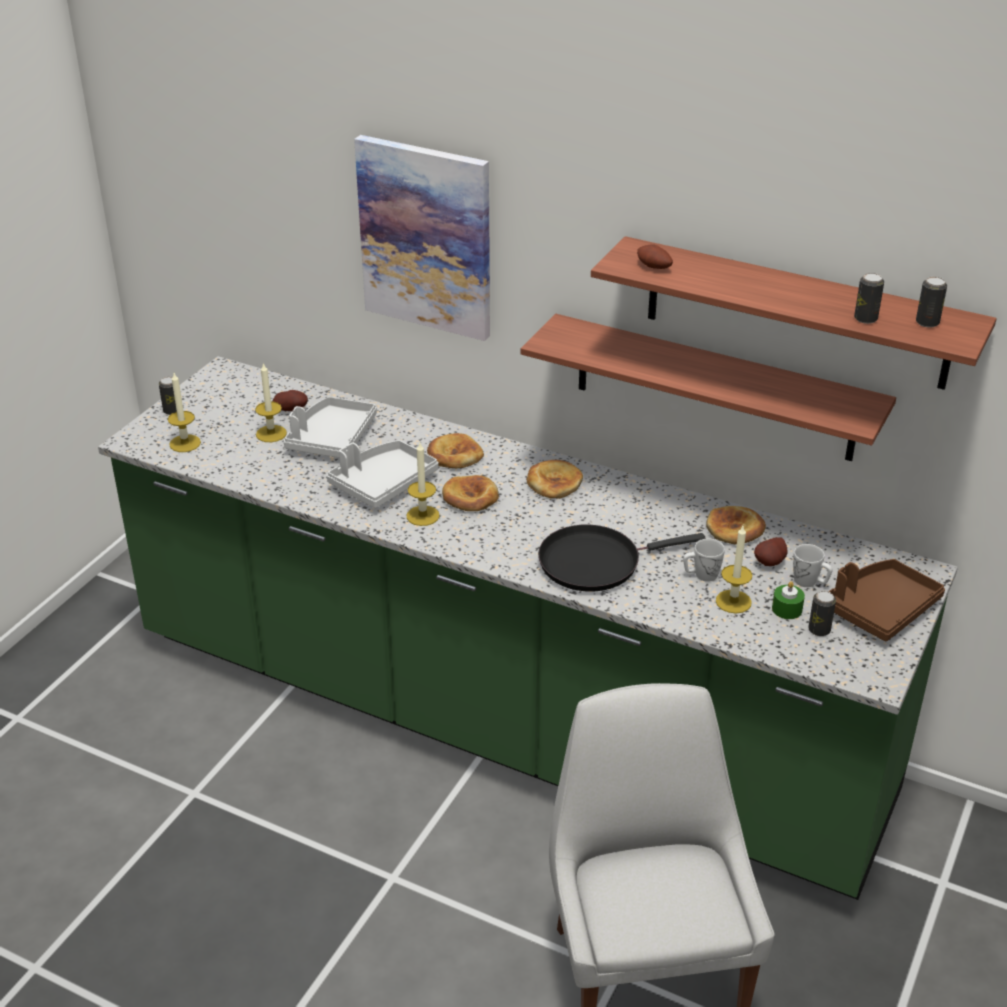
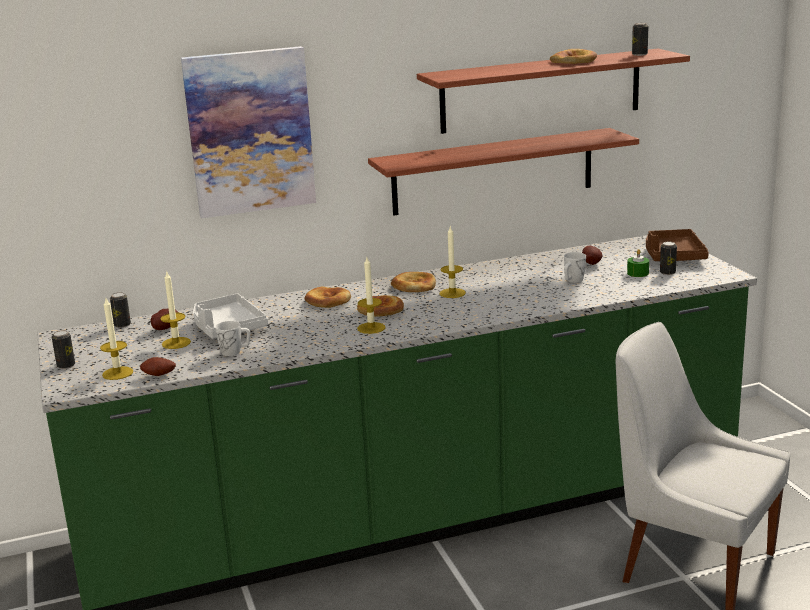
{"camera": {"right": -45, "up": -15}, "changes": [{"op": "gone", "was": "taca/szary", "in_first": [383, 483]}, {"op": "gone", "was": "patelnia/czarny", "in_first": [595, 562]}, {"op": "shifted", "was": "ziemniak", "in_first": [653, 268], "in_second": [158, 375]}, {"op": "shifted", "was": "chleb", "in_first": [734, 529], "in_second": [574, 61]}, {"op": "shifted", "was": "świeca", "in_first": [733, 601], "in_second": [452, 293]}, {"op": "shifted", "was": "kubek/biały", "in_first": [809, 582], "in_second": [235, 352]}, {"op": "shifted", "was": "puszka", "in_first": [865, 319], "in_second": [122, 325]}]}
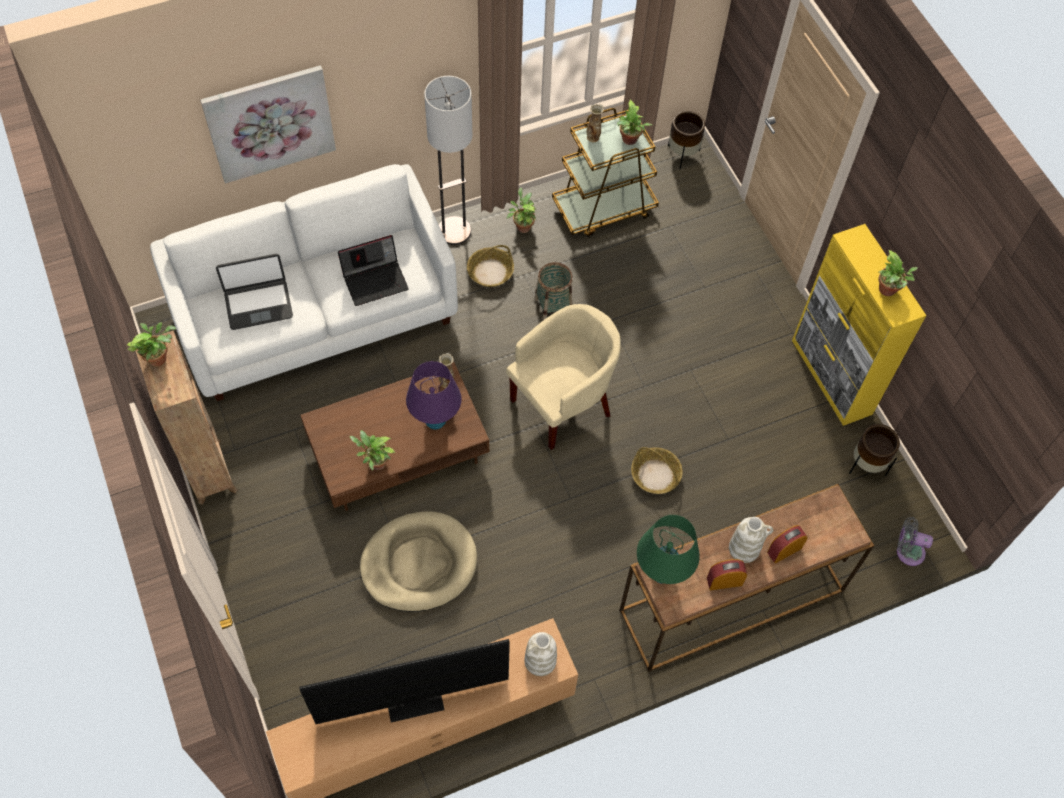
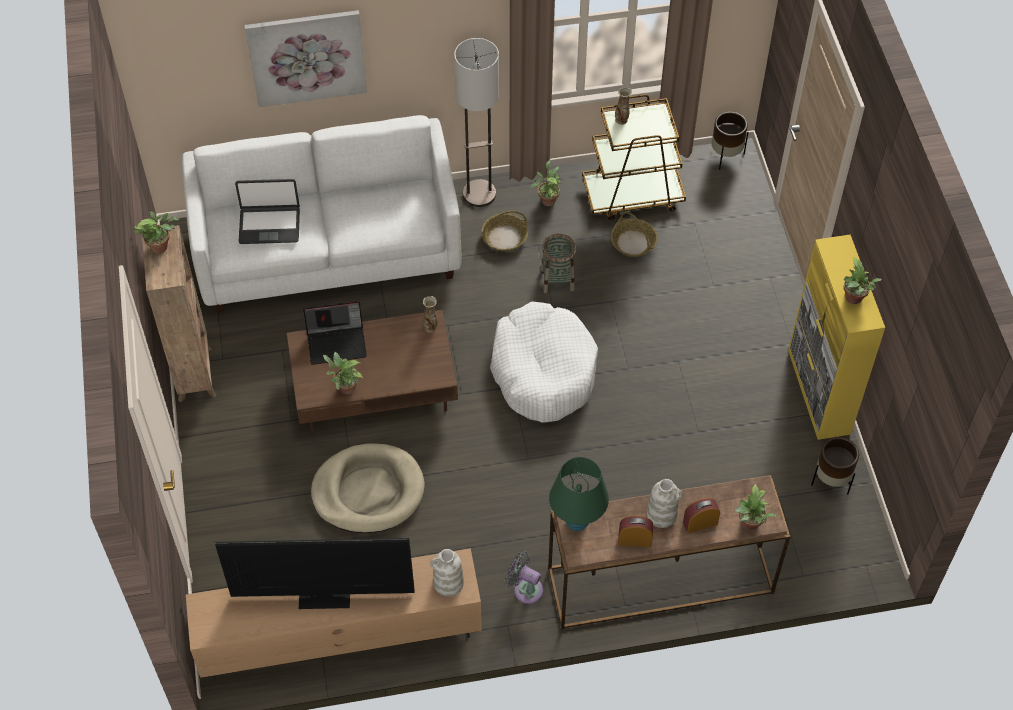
{"camera": {"right": 15, "up": -5}, "changes": [{"op": "shifted", "was": "laptop", "in_first": [375, 280], "in_second": [337, 342]}, {"op": "gone", "was": "lampa stołowa/fioletowy", "in_first": [435, 421]}, {"op": "swapped", "was": "fotel/beżowy", "now": "legowisko/biały", "in_first": [562, 403], "in_second": [543, 371]}, {"op": "shifted", "was": "roślina doniczkowa", "in_first": [629, 141], "in_second": [750, 525]}, {"op": "shifted", "was": "koszyk", "in_first": [656, 475], "in_second": [633, 243]}, {"op": "shifted", "was": "wentylator/szary", "in_first": [907, 551], "in_second": [525, 589]}]}
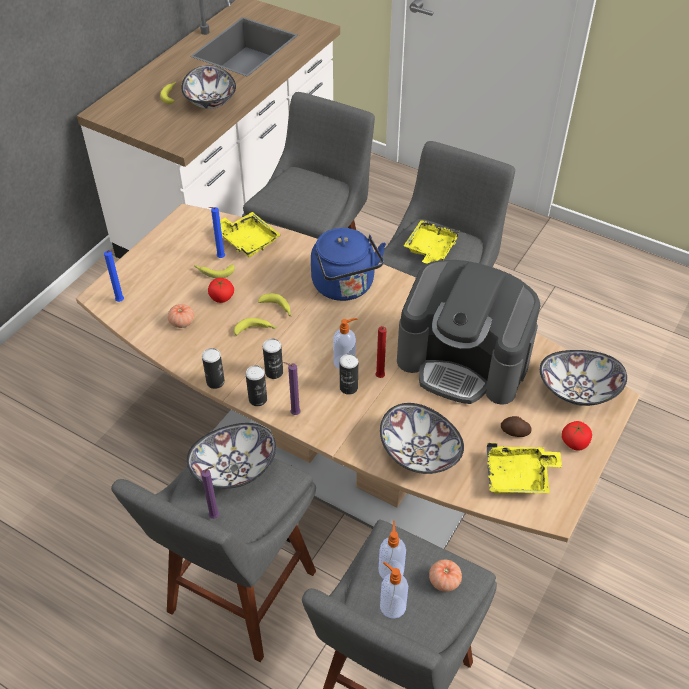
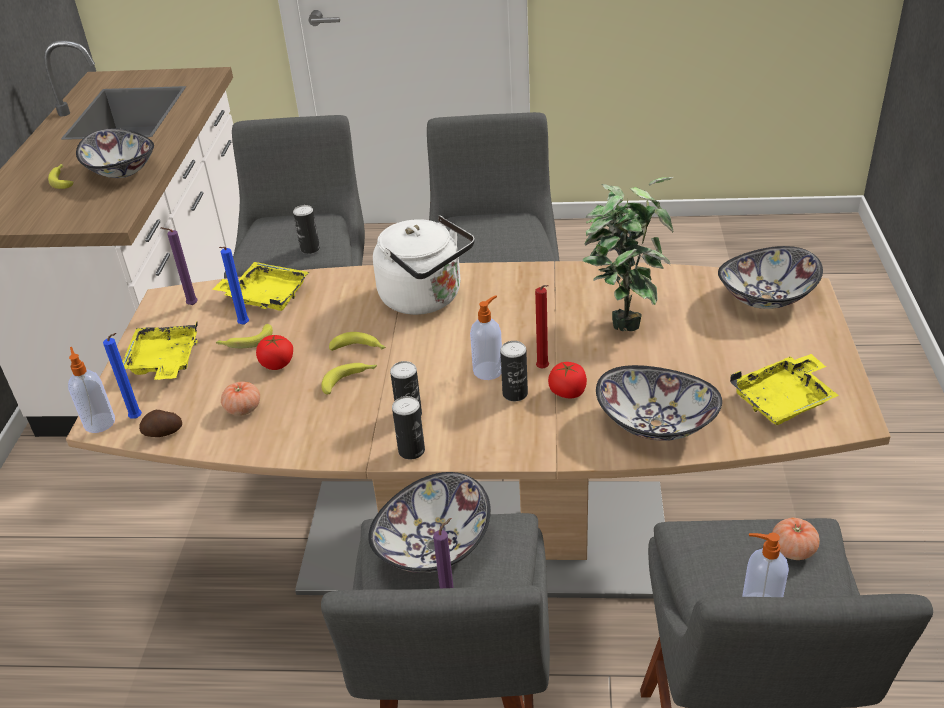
{"camera": {"right": -25, "up": -10}, "changes": [{"op": "shifted", "was": "puszka", "in_first": [215, 382], "in_second": [310, 249]}, {"op": "shifted", "was": "świeca/fioletowy", "in_first": [293, 413], "in_second": [191, 306]}, {"op": "repainted", "was": "czajnik/niebieski", "now": "czajnik/biały", "in_first": [345, 287], "in_second": [426, 298]}, {"op": "shifted", "was": "dozownik mydła", "in_first": [391, 569], "in_second": [99, 422]}, {"op": "swapped", "was": "ekspres do kawy", "now": "roślina doniczkowa", "in_first": [464, 361], "in_second": [623, 317]}, {"op": "shifted", "was": "taca/żółty", "in_first": [430, 249], "in_second": [164, 362]}, {"op": "shifted", "was": "ziemniak", "in_first": [514, 432], "in_second": [163, 433]}, {"op": "shifted", "was": "pomidor", "in_first": [574, 442], "in_second": [567, 392]}]}
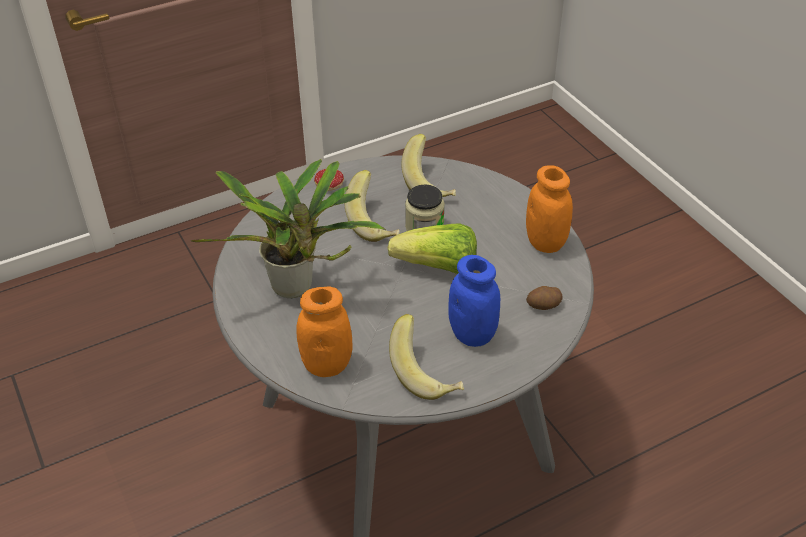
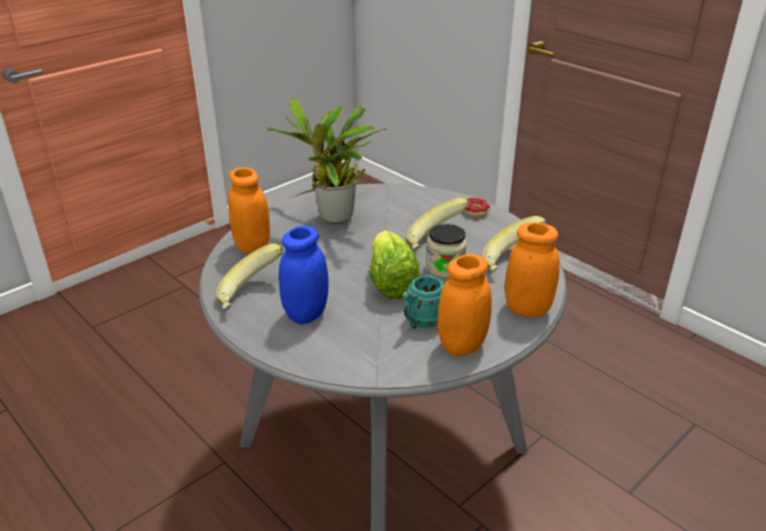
{"camera": {"right": 75, "up": -10}, "changes": [{"op": "gone", "was": "ziemniak", "in_first": [544, 306]}, {"op": "new", "now": "kubek/turkusowy", "in_second": [421, 322]}, {"op": "new", "now": "słoik/pomarańczowy", "in_second": [527, 309]}]}
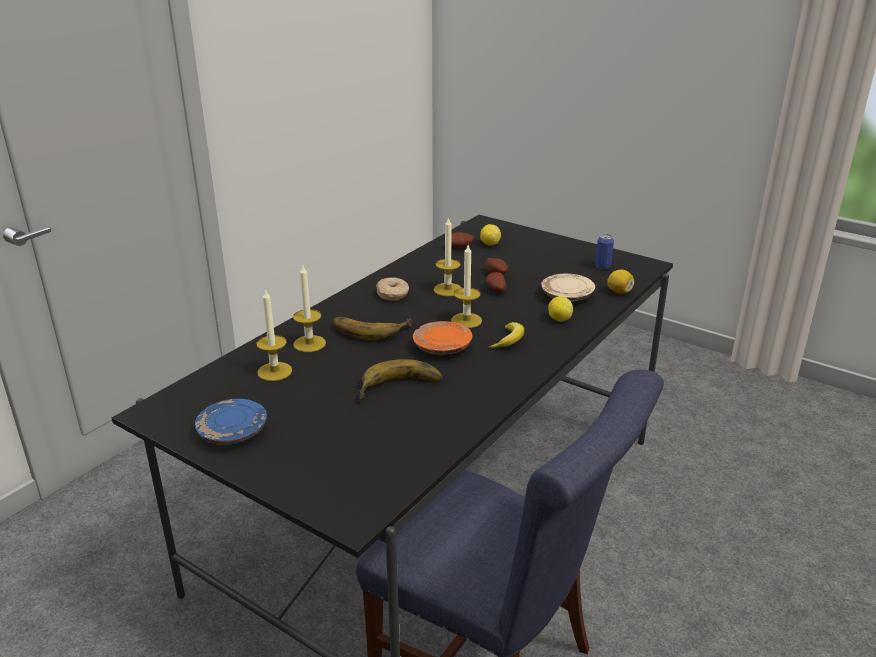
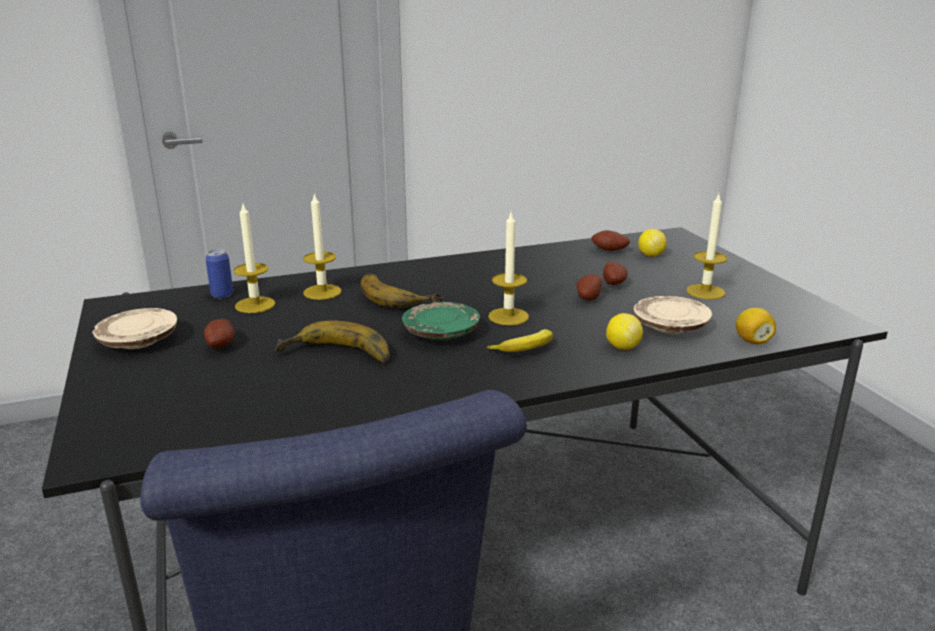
{"camera": {"right": 35, "up": -5}, "changes": [{"op": "repainted", "was": "talerz/niebieski", "now": "talerz/beżowy", "in_first": [233, 432], "in_second": [138, 341]}, {"op": "gone", "was": "donut", "in_first": [393, 294]}, {"op": "repainted", "was": "talerz/pomarańczowy", "now": "talerz/zielony", "in_first": [442, 347], "in_second": [440, 333]}, {"op": "shifted", "was": "świeca", "in_first": [447, 289], "in_second": [705, 292]}, {"op": "shifted", "was": "puszka", "in_first": [602, 266], "in_second": [222, 295]}, {"op": "new", "now": "ziemniak", "in_second": [222, 345]}]}
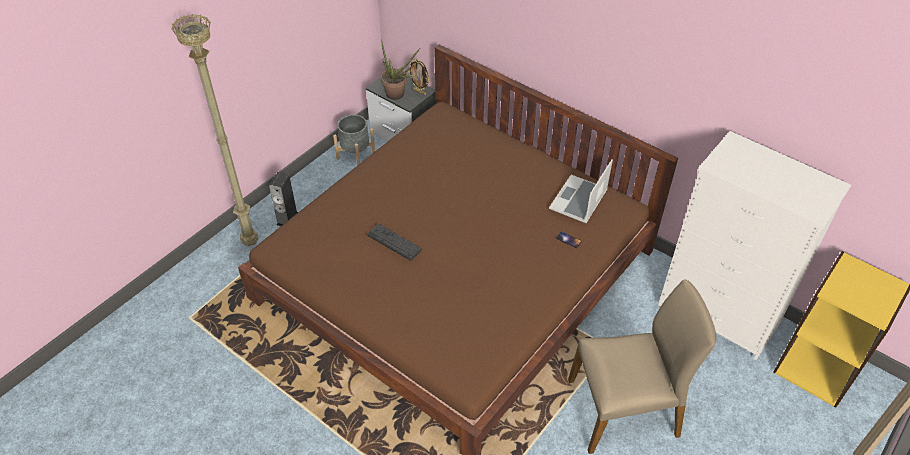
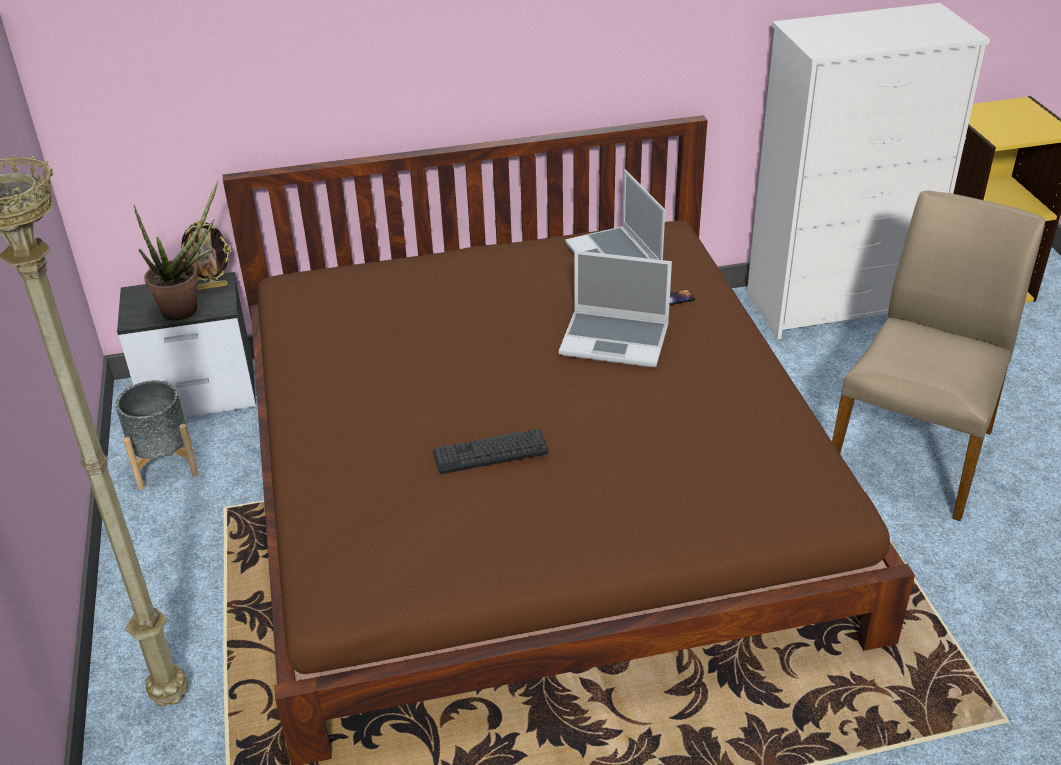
{"camera": {"right": -50, "up": -10}, "changes": [{"op": "gone", "was": "głośnik", "in_first": [287, 218]}, {"op": "new", "now": "laptop", "in_second": [616, 340]}]}
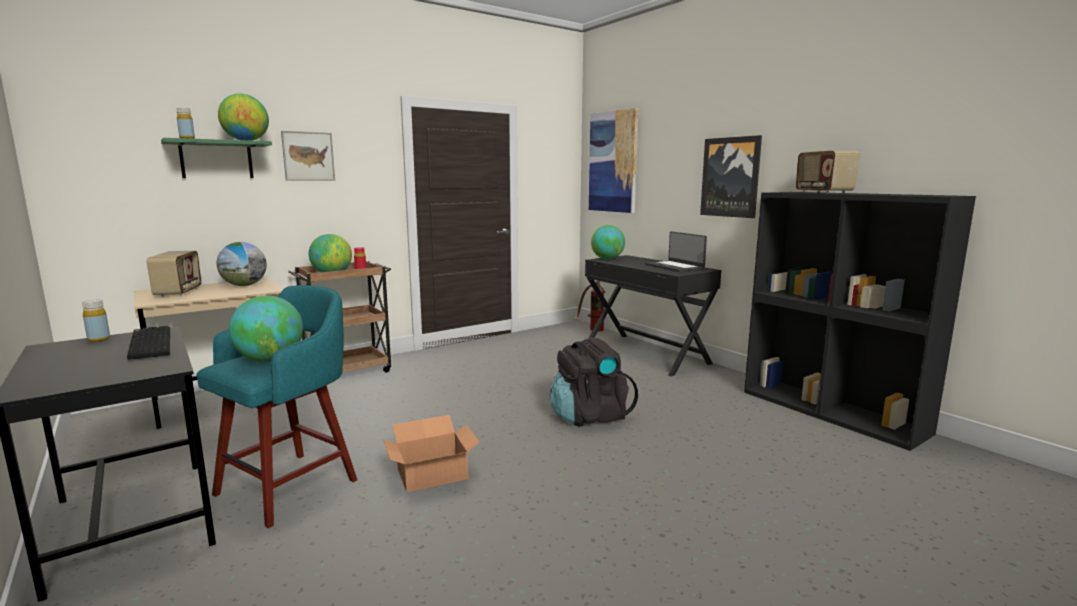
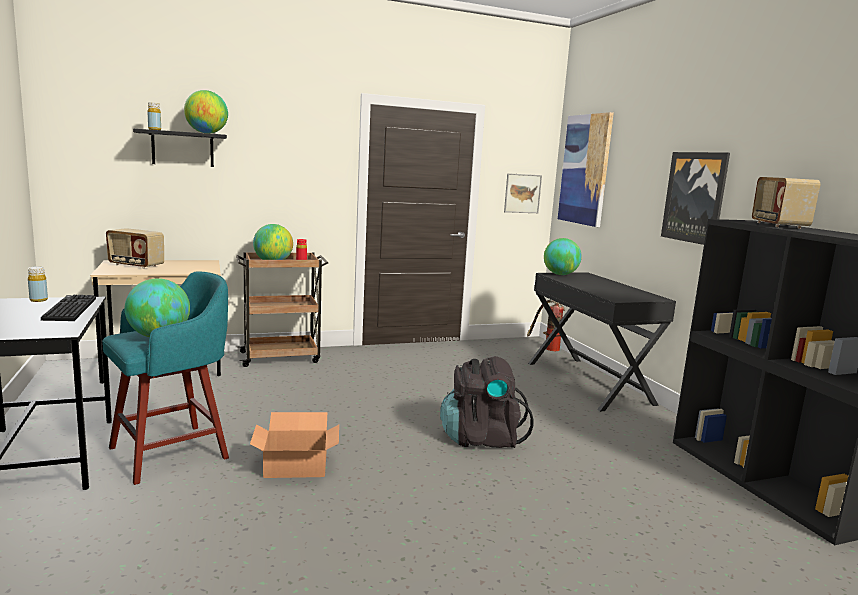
{"camera": {"right": 15, "up": 0}, "changes": [{"op": "rotated", "was": "radio", "in_first": [179, 292], "in_second": [135, 265], "clockwise": 105}, {"op": "repainted", "was": "półka/zielony", "now": "półka/czarny", "in_first": [216, 160], "in_second": [183, 149]}, {"op": "gone", "was": "globus", "in_first": [244, 285]}, {"op": "shifted", "was": "obraz", "in_first": [308, 156], "in_second": [522, 193]}, {"op": "gone", "was": "laptop", "in_first": [674, 266]}]}
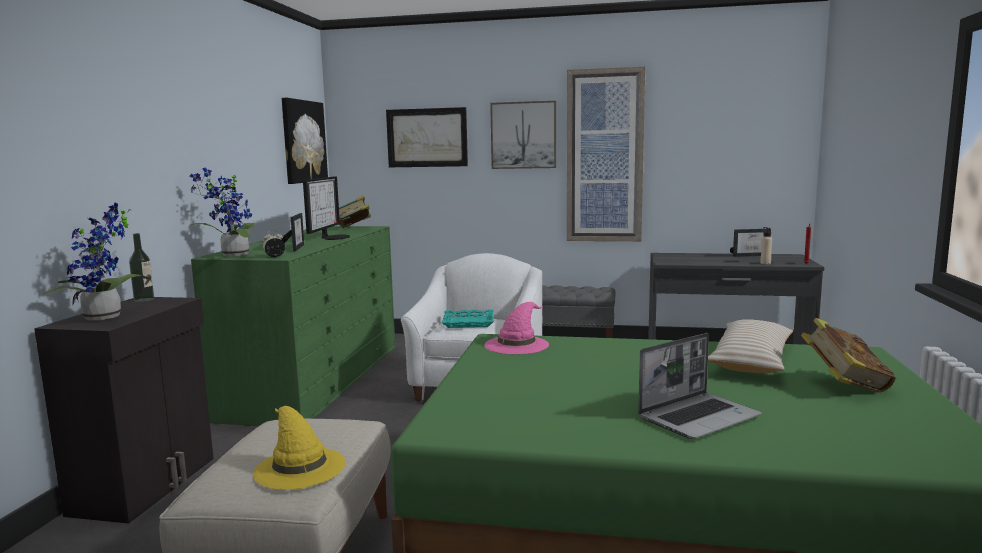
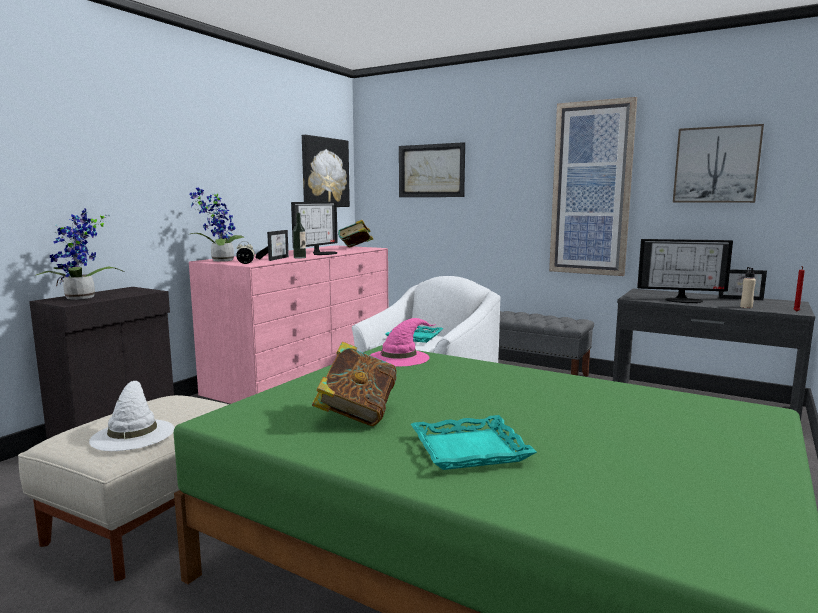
{"camera": {"right": 20, "up": 0}, "changes": [{"op": "shifted", "was": "butelka", "in_first": [144, 300], "in_second": [299, 257]}, {"op": "repainted", "was": "komoda/zielony", "now": "komoda/różowy", "in_first": [316, 379], "in_second": [304, 373]}, {"op": "repainted", "was": "kapelusz/żółty", "now": "kapelusz/biały", "in_first": [298, 467], "in_second": [132, 434]}, {"op": "shifted", "was": "obraz", "in_first": [523, 135], "in_second": [716, 165]}, {"op": "swapped", "was": "laptop", "now": "taca/turkusowy", "in_first": [699, 417], "in_second": [469, 449]}, {"op": "gone", "was": "poduszka/beżowy", "in_first": [751, 360]}, {"op": "shifted", "was": "książka", "in_first": [844, 385], "in_second": [357, 414]}, {"op": "new", "now": "monitor", "in_second": [683, 300]}]}
